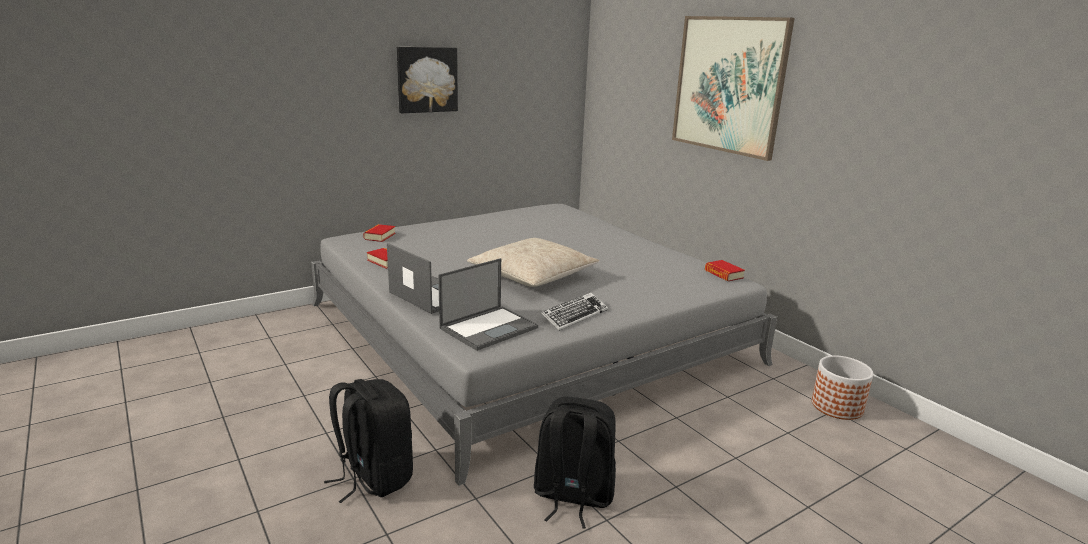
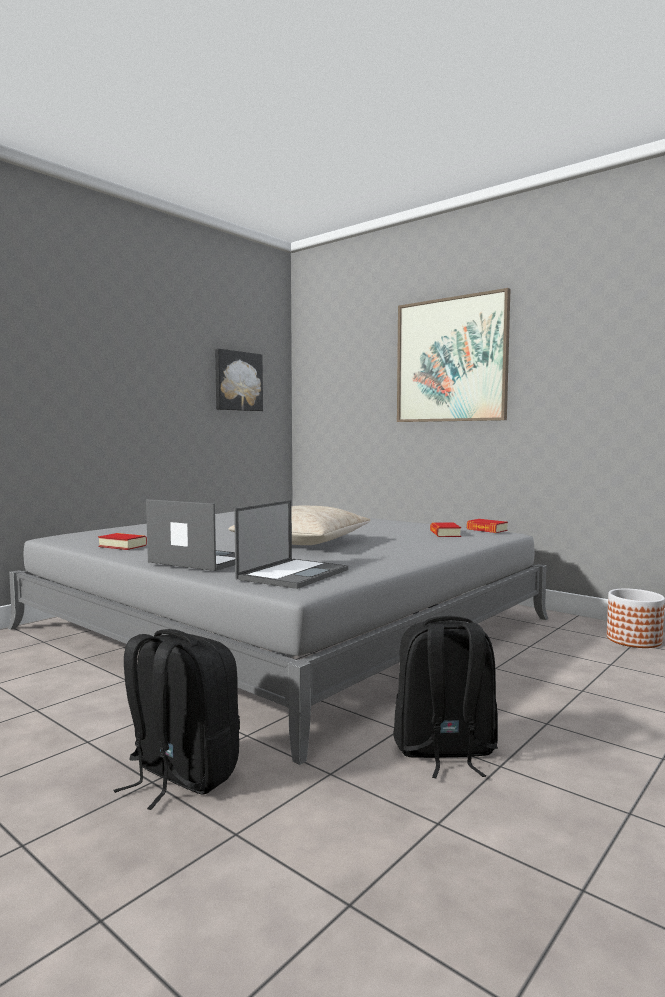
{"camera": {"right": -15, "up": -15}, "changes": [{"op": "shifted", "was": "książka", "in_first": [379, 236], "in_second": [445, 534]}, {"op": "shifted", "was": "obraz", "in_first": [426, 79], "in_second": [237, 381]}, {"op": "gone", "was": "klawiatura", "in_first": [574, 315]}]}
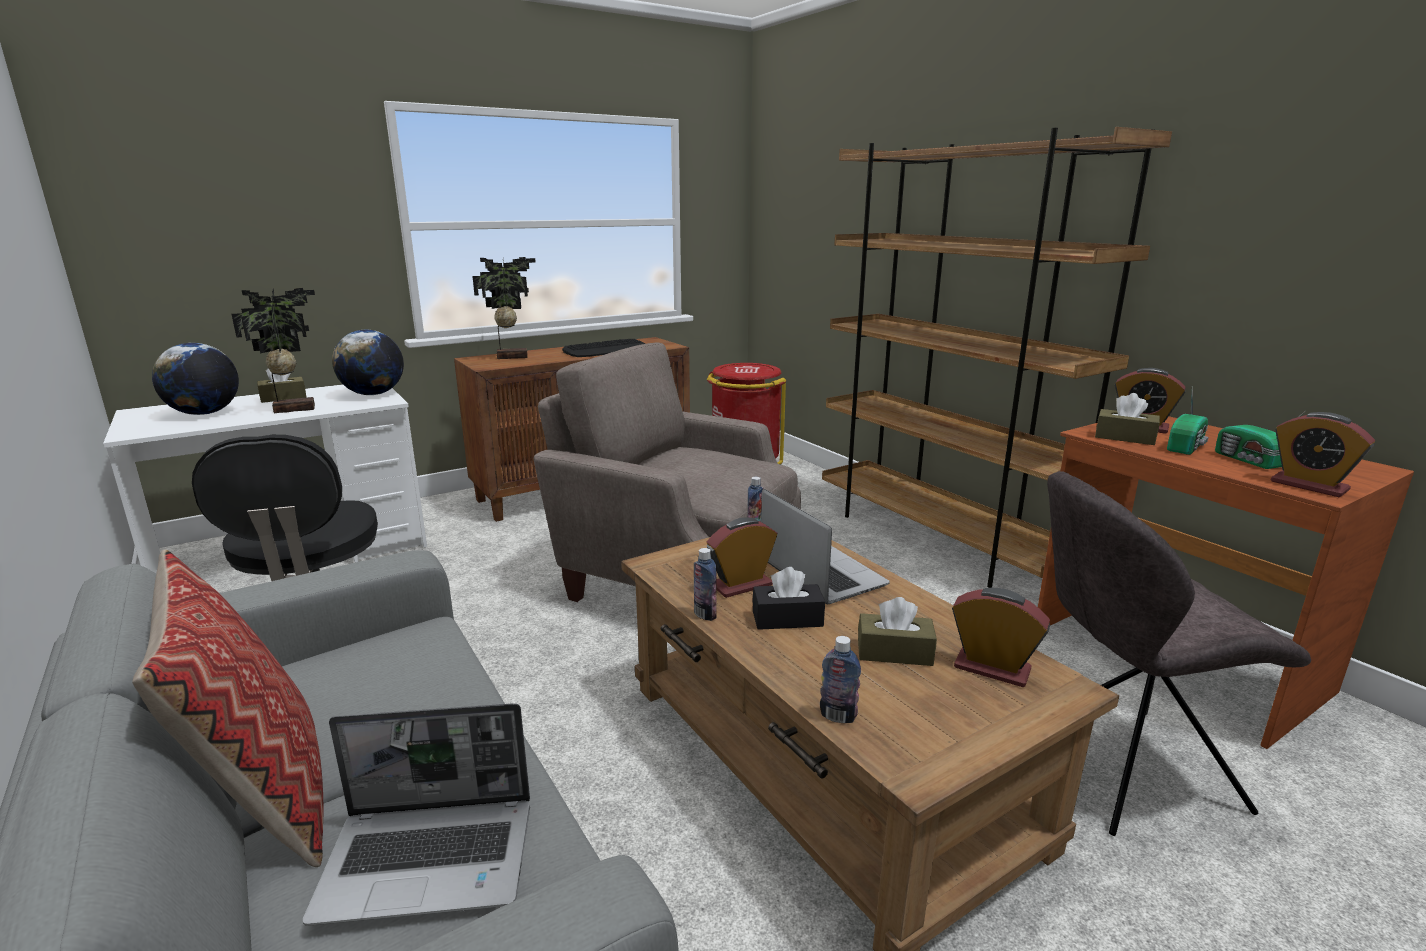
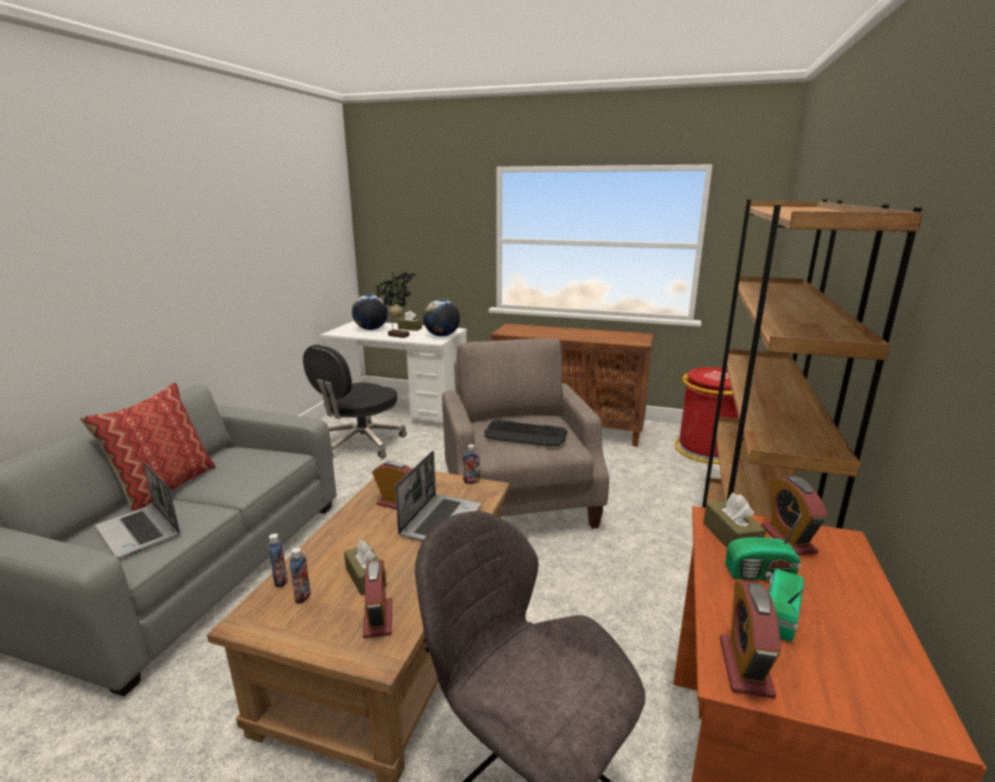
{"camera": {"right": 50, "up": 0}, "changes": [{"op": "gone", "was": "roślina doniczkowa", "in_first": [511, 357]}, {"op": "shifted", "was": "klawiatura", "in_first": [606, 350], "in_second": [525, 435]}, {"op": "shifted", "was": "butelka", "in_first": [705, 614], "in_second": [303, 596]}, {"op": "gone", "was": "pudełko chusteczek/czarny", "in_first": [787, 619]}]}
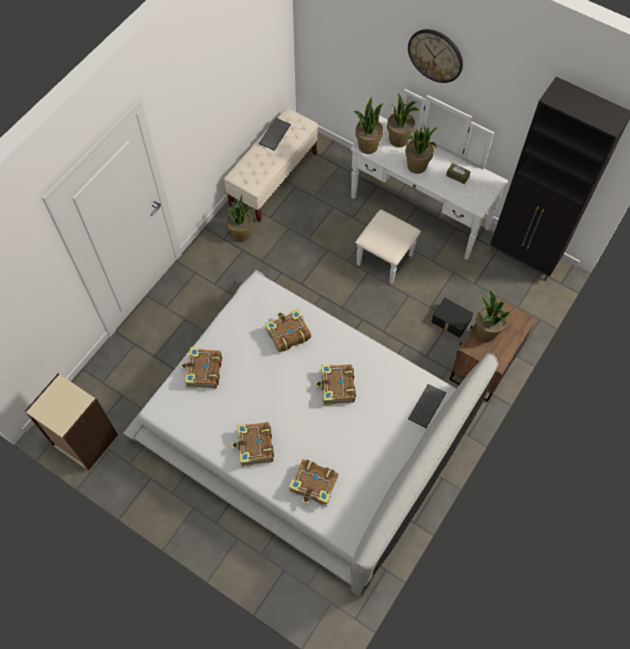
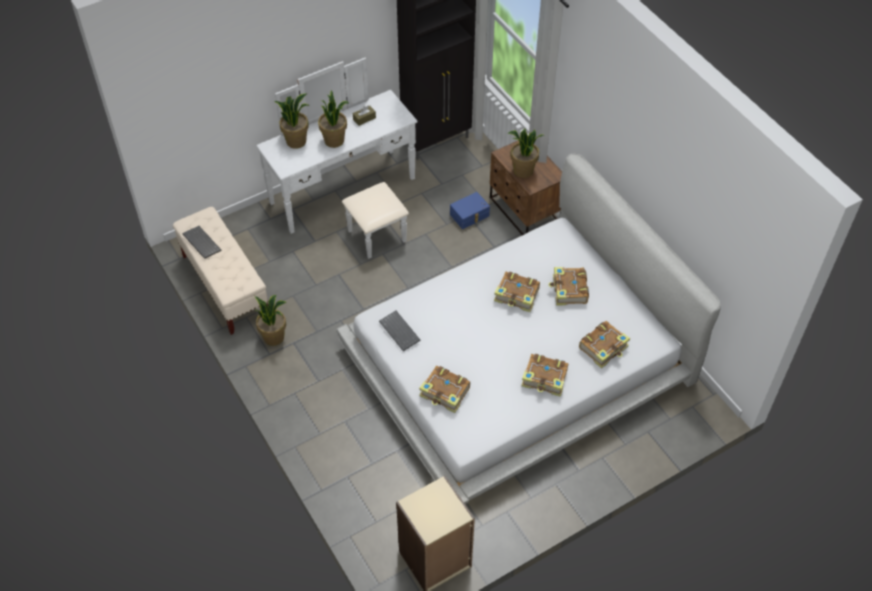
{"camera": {"right": -65, "up": -10}, "changes": [{"op": "shifted", "was": "książka", "in_first": [287, 333], "in_second": [569, 290]}, {"op": "gone", "was": "roślina doniczkowa", "in_first": [367, 146]}, {"op": "gone", "was": "zegar ścienny", "in_first": [435, 55]}, {"op": "shifted", "was": "klawiatura", "in_first": [427, 407], "in_second": [400, 331]}, {"op": "repainted", "was": "pojemnik do przechowywania/czarny", "now": "pojemnik do przechowywania/niebieski", "in_first": [450, 321], "in_second": [470, 215]}]}
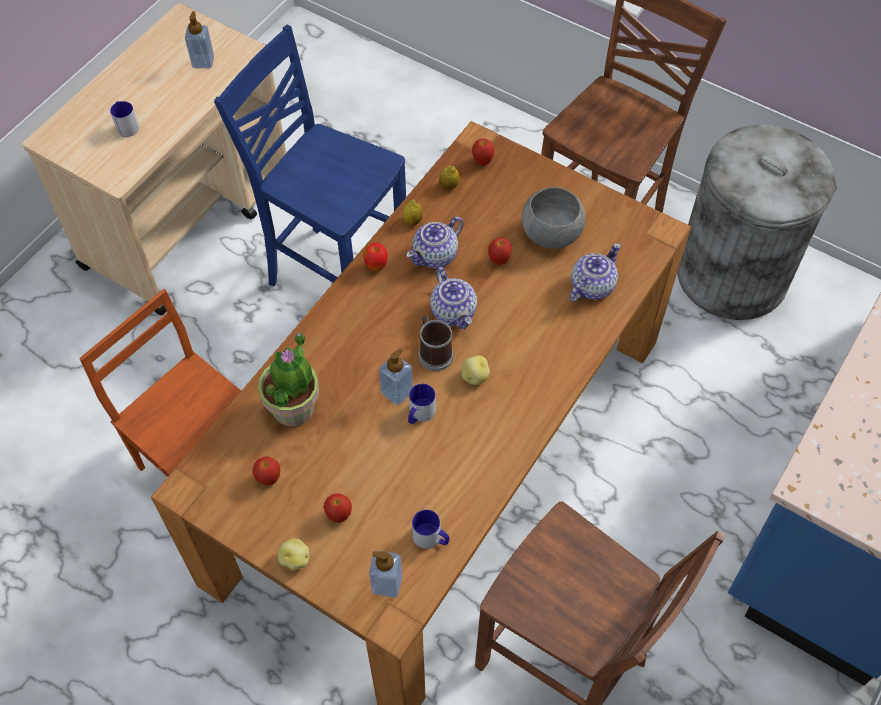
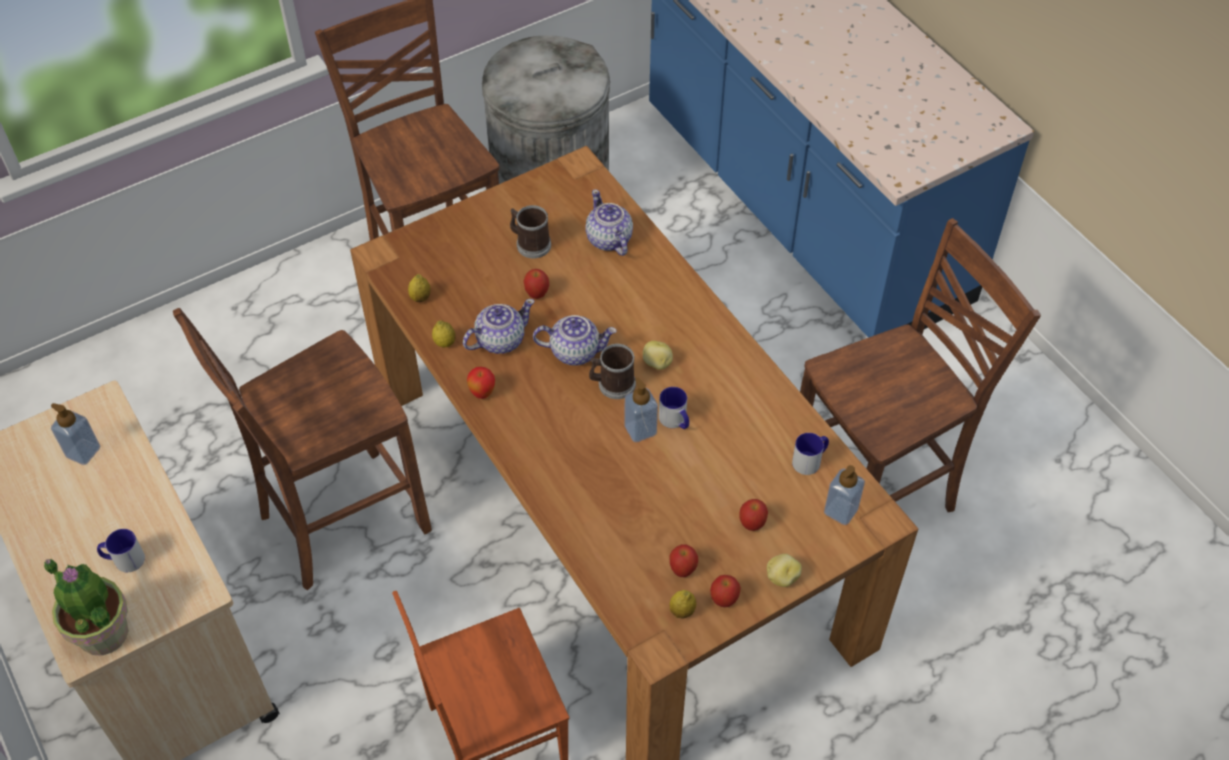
{"camera": {"right": -65, "up": -5}, "changes": [{"op": "repainted", "was": "krzesło/niebieski", "now": "krzesło/brązowy", "in_first": [335, 276], "in_second": [339, 521]}, {"op": "shifted", "was": "roślina doniczkowa", "in_first": [294, 407], "in_second": [103, 632]}, {"op": "rotated", "was": "imbryk", "in_first": [436, 255], "in_second": [499, 340], "clockwise": -105}, {"op": "shifted", "was": "jabłko", "in_first": [482, 161], "in_second": [724, 600]}, {"op": "swapped", "was": "miska/szary", "now": "kubek", "in_first": [551, 233], "in_second": [530, 243]}, {"op": "new", "now": "cytryna", "in_second": [682, 611]}]}
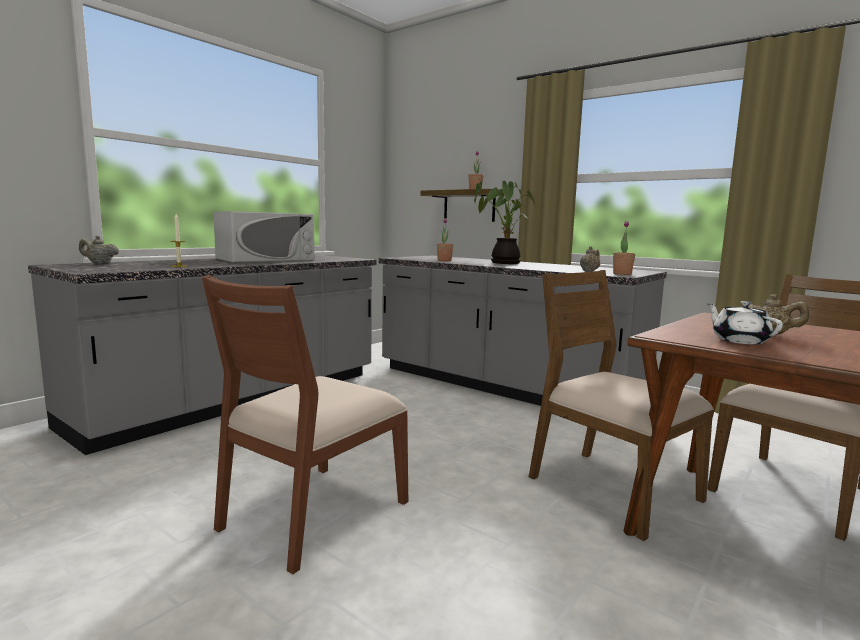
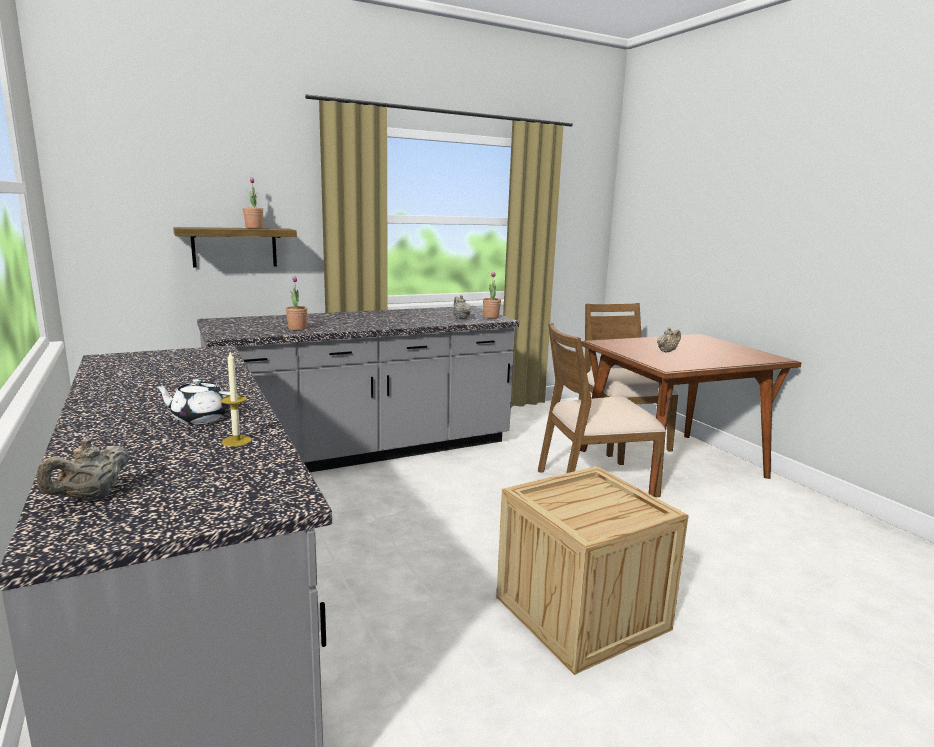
{"camera": {"right": -65, "up": 5}, "changes": [{"op": "swapped", "was": "krzesło/brązowy", "now": "skrzynka", "in_first": [312, 514], "in_second": [581, 613]}, {"op": "gone", "was": "mikrofalówka/biały", "in_first": [265, 259]}, {"op": "gone", "was": "roślina doniczkowa", "in_first": [503, 263]}, {"op": "shifted", "was": "imbryk/biały", "in_first": [739, 340], "in_second": [199, 418]}]}
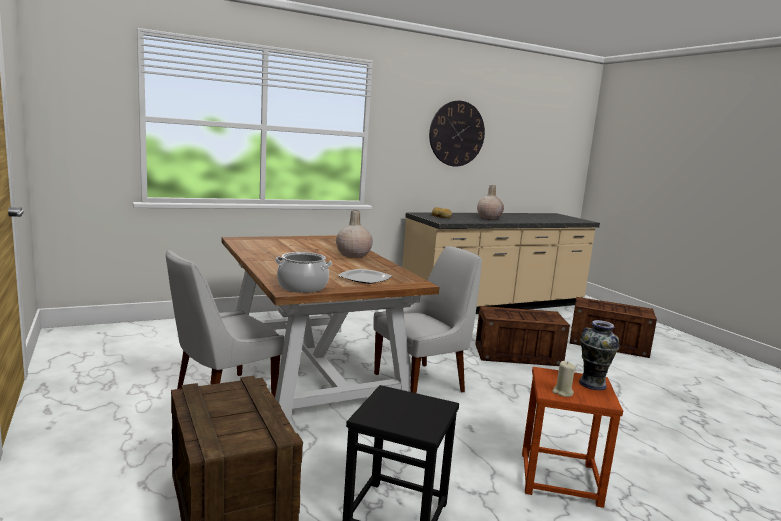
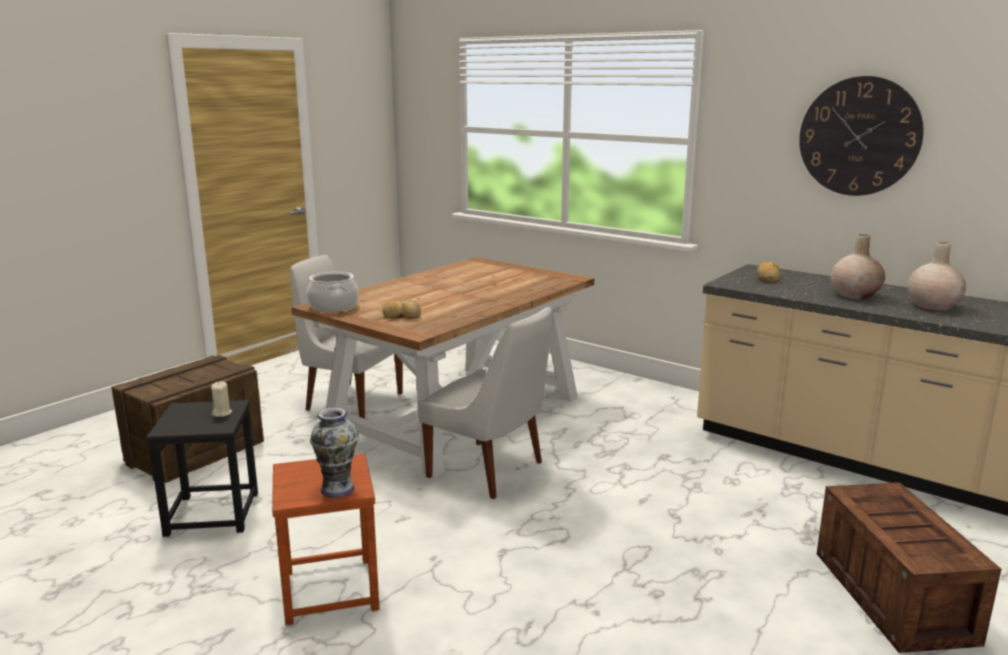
{"camera": {"right": 65, "up": 5}, "changes": [{"op": "shifted", "was": "wazon/beżowy", "in_first": [353, 255], "in_second": [932, 306]}, {"op": "swapped", "was": "talerz", "now": "chleb", "in_first": [365, 278], "in_second": [401, 316]}, {"op": "gone", "was": "skrzynka", "in_first": [519, 355]}, {"op": "shifted", "was": "świeca/beżowy", "in_first": [562, 392], "in_second": [221, 413]}]}
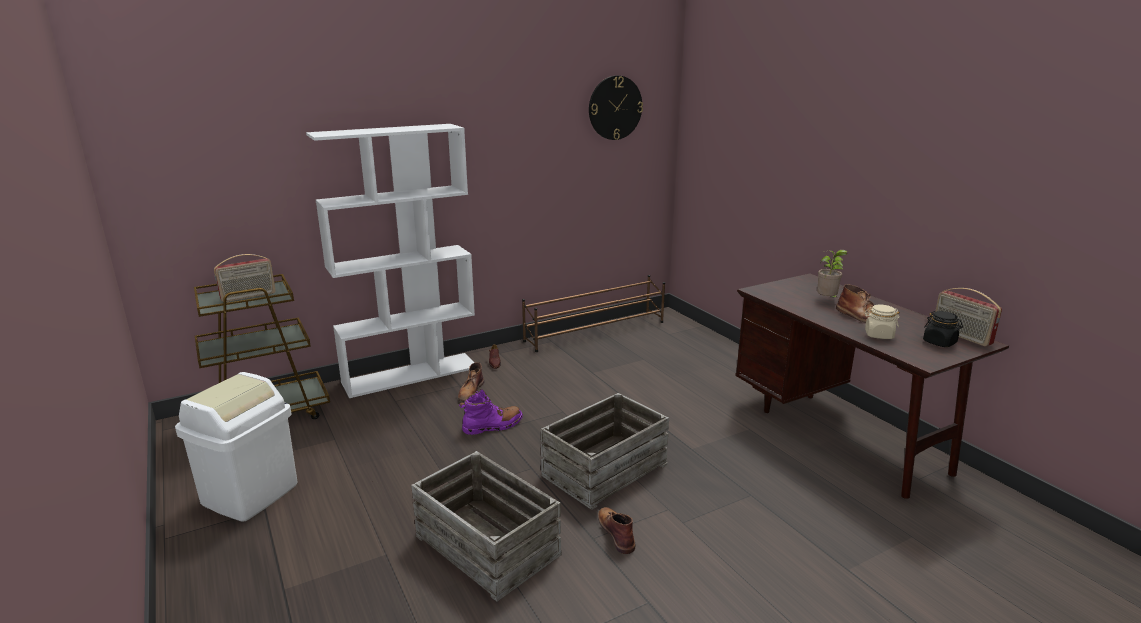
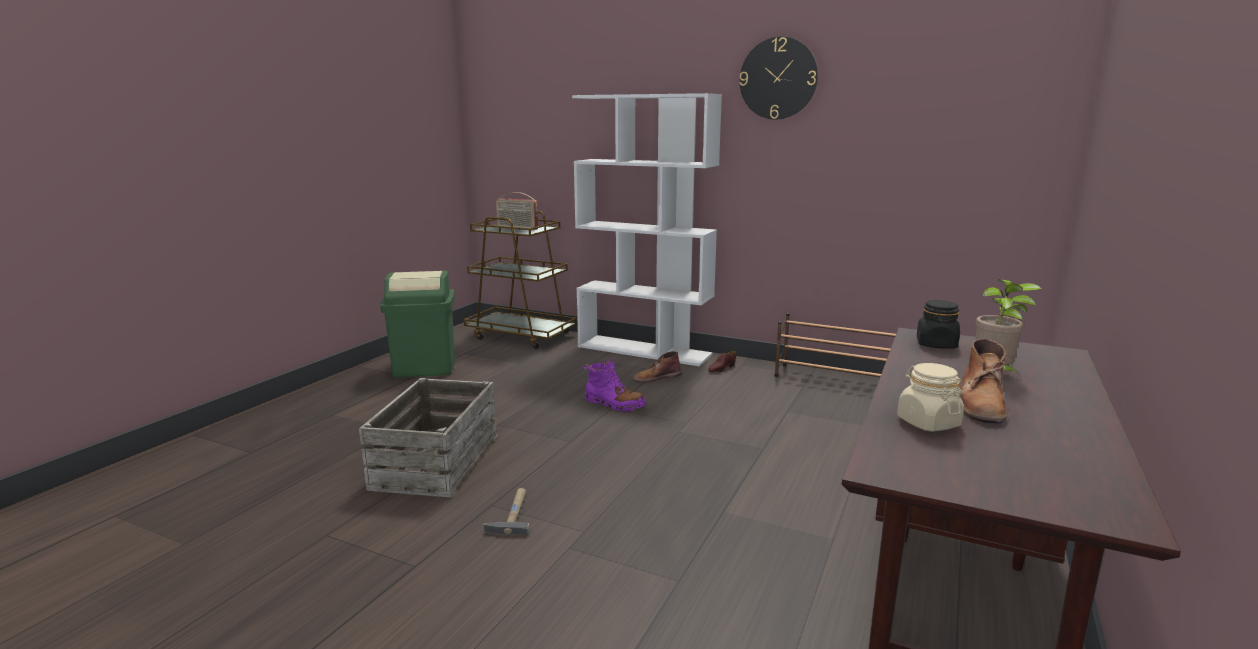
{"camera": {"right": 55, "up": -5}, "changes": [{"op": "repainted", "was": "kosz na śmieci/biały", "now": "kosz na śmieci/zielony", "in_first": [250, 494], "in_second": [425, 367]}, {"op": "gone", "was": "skrzynka", "in_first": [604, 469]}, {"op": "shifted", "was": "zegar ścienny", "in_first": [615, 108], "in_second": [778, 78]}, {"op": "swapped", "was": "but z cholewką/brązowy", "now": "młotek", "in_first": [616, 532], "in_second": [512, 513]}, {"op": "shifted", "was": "słoik/czarny", "in_first": [939, 342], "in_second": [936, 344]}, {"op": "gone", "was": "radio", "in_first": [960, 336]}]}
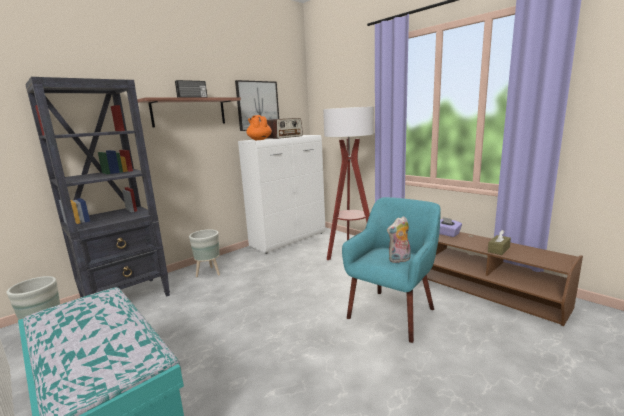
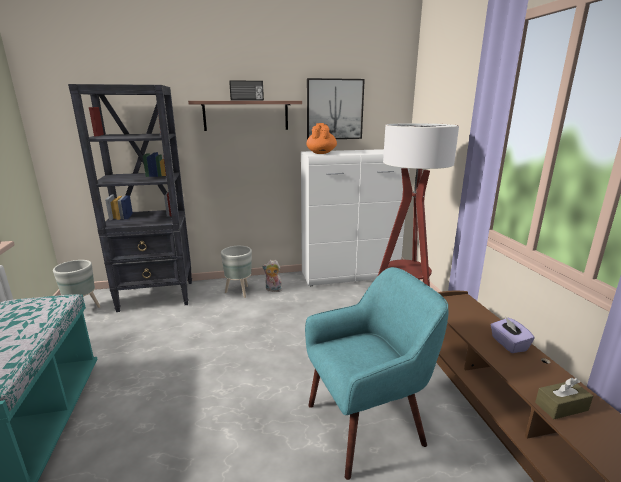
{"camera": {"right": 30, "up": 5}, "changes": [{"op": "gone", "was": "radio", "in_first": [284, 137]}, {"op": "shifted", "was": "pluszak", "in_first": [399, 260], "in_second": [273, 290]}]}
